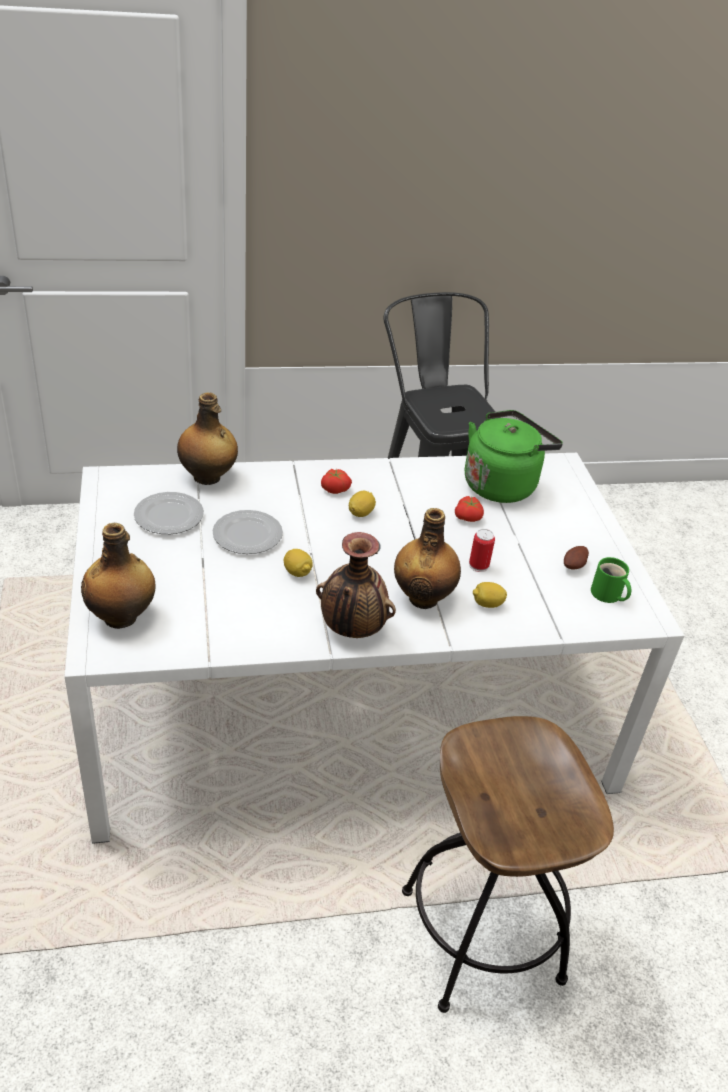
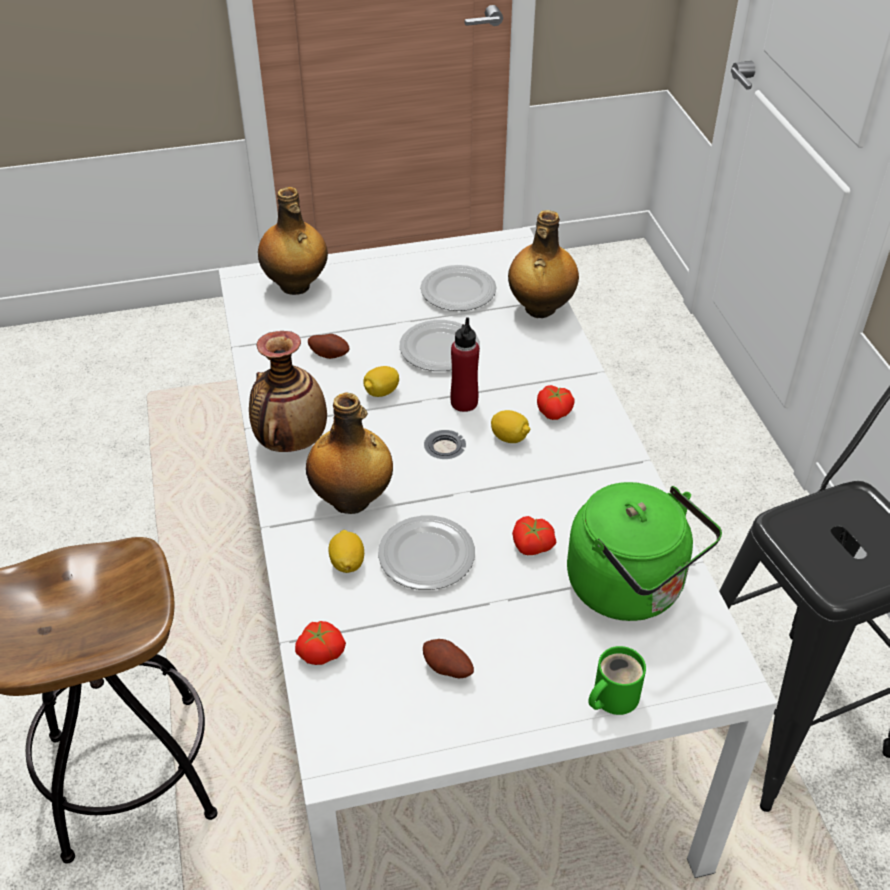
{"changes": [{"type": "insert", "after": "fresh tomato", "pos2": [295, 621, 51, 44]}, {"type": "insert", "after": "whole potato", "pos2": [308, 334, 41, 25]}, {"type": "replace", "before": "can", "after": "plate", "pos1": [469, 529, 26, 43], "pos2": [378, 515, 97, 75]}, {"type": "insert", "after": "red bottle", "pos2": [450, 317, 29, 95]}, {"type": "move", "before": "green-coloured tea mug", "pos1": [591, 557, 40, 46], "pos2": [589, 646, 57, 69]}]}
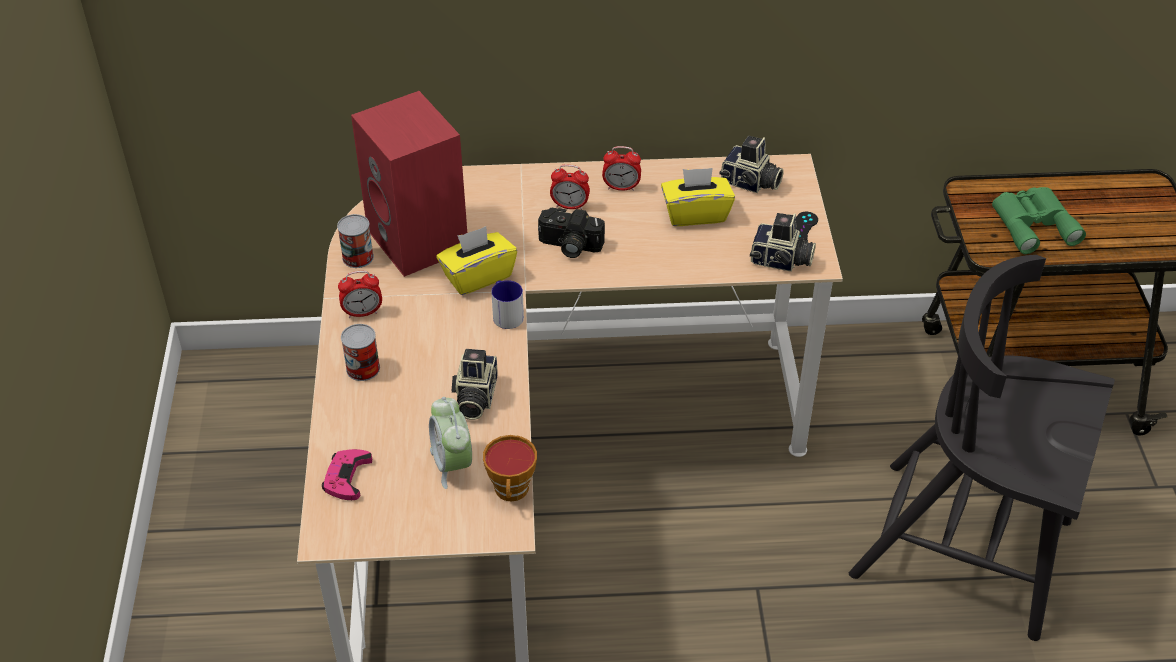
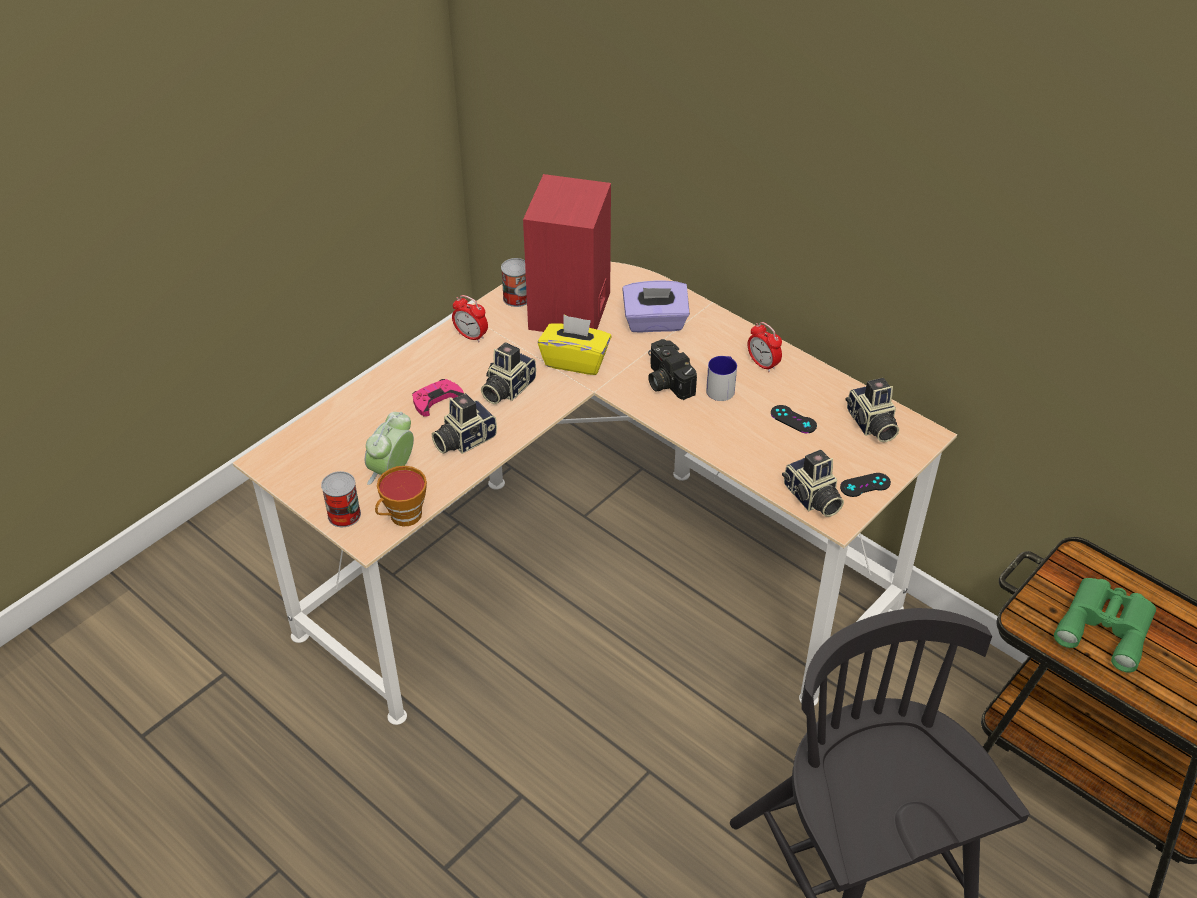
{"changes": [{"type": "move", "before": "can", "pos1": [341, 324, 39, 57], "pos2": [321, 471, 40, 56]}, {"type": "move", "before": "pinkish gamepad", "pos1": [322, 449, 50, 51], "pos2": [412, 379, 52, 38]}, {"type": "insert", "after": "still camera", "pos2": [481, 342, 55, 62]}, {"type": "insert", "after": "purplish box of tissues", "pos2": [622, 280, 68, 53]}, {"type": "move", "before": "tea mug", "pos1": [491, 280, 33, 49], "pos2": [706, 356, 31, 45]}, {"type": "replace", "before": "yellow box of tissues", "after": "blackish gamepad", "pos1": [661, 168, 74, 58], "pos2": [771, 405, 46, 28]}, {"type": "delete", "before": "alarm clock", "pos1": [550, 164, 40, 46]}]}
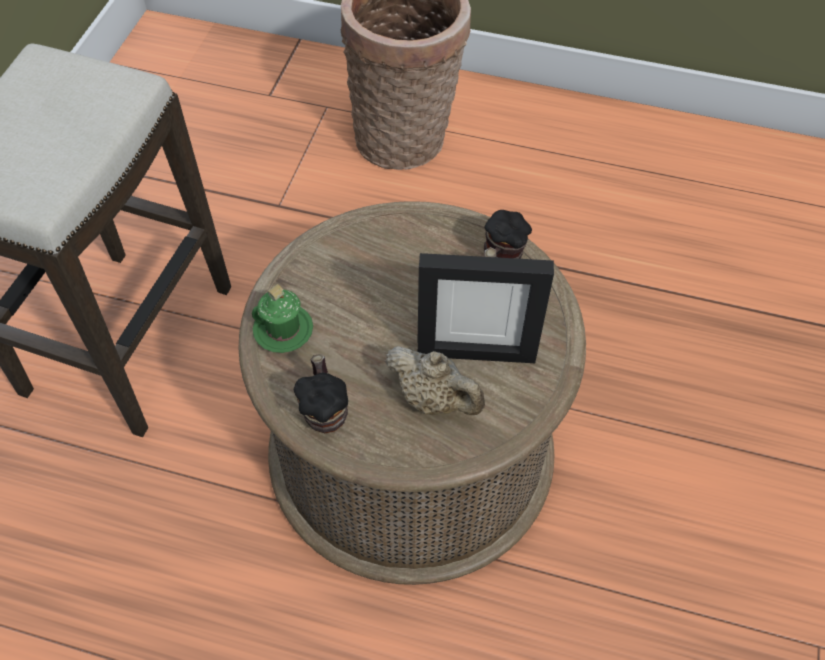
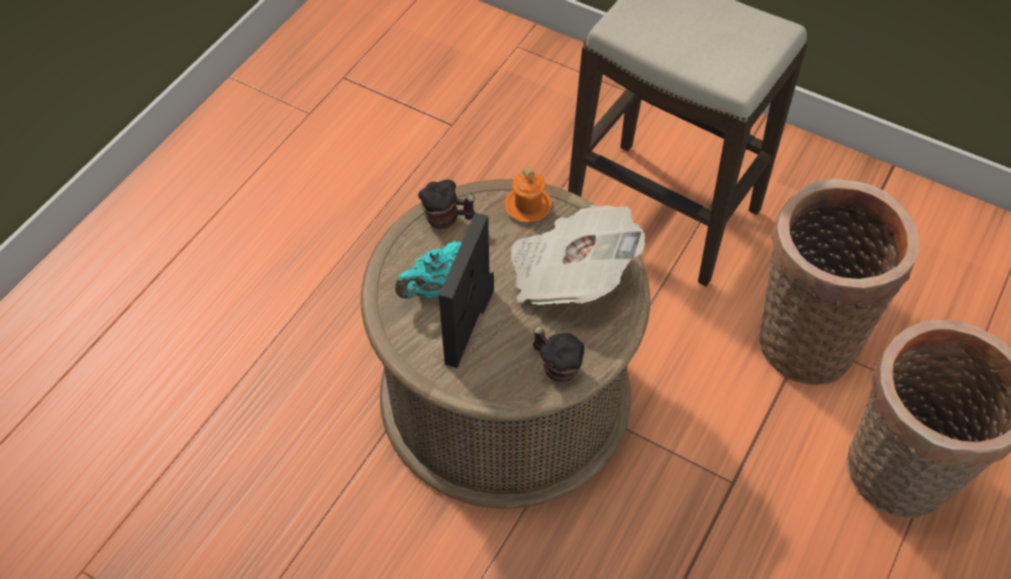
{"changes": [{"type": "recolor", "before": "sand-coloured pot for tea", "after": "turquoise-coloured pot for tea", "pos1": [385, 346, 100, 69], "pos2": [395, 241, 67, 58]}, {"type": "recolor", "before": "green-coloured tea mug", "after": "orange-coloured tea mug", "pos1": [252, 284, 61, 69], "pos2": [505, 166, 47, 56]}, {"type": "insert", "after": "printed paper", "pos2": [511, 205, 134, 100]}, {"type": "insert", "after": "household basket", "pos2": [759, 179, 160, 206]}]}
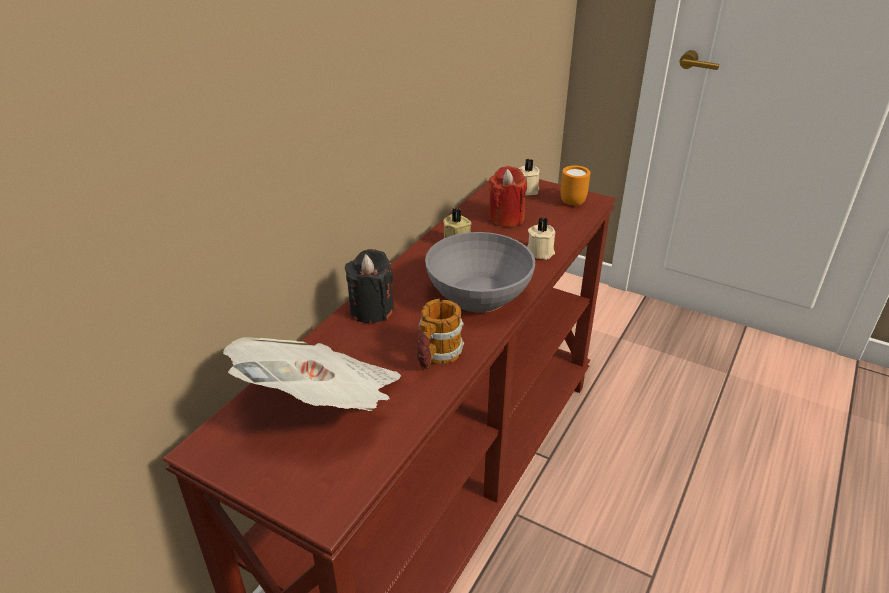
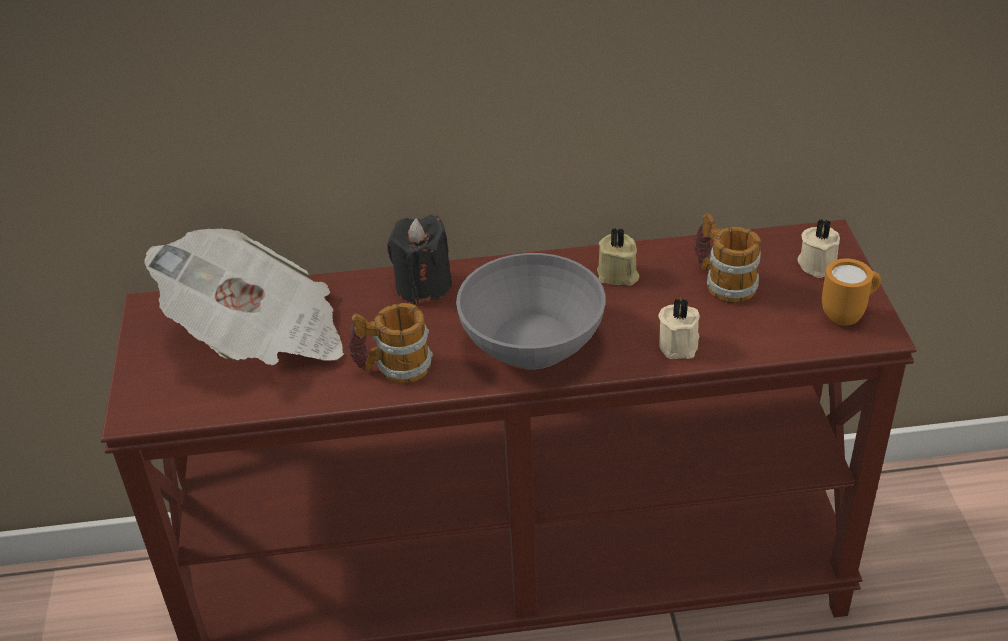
{"changes": [{"type": "replace", "before": "red wax candle", "after": "tea mug", "pos1": [489, 166, 38, 61], "pos2": [694, 213, 67, 90]}]}
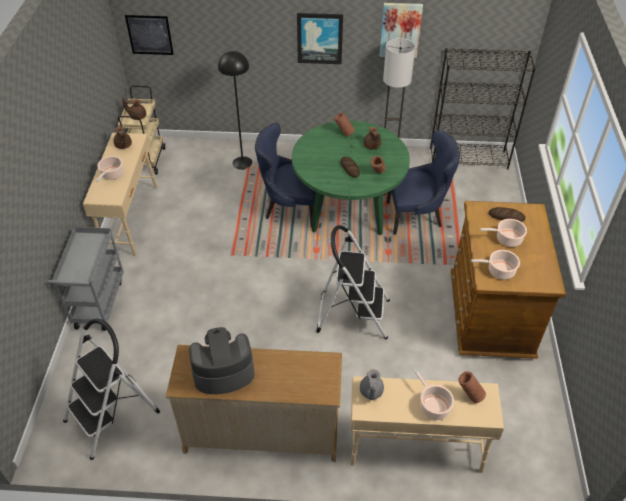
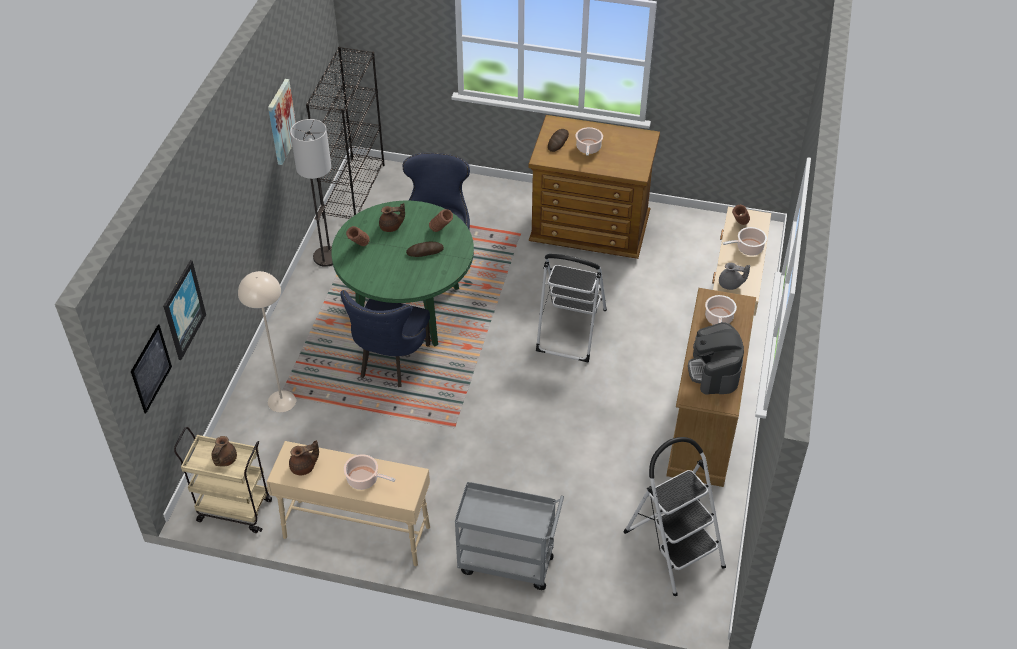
{"changes": [{"type": "move", "before": "wall art", "pos1": [297, 13, 46, 51], "pos2": [163, 260, 43, 100]}, {"type": "recolor", "before": "blackish floor lamp", "after": "sand-coloured floor lamp", "pos1": [218, 51, 34, 119], "pos2": [238, 271, 59, 141]}, {"type": "move", "before": "stockpot", "pos1": [471, 250, 49, 30], "pos2": [705, 295, 32, 30]}]}
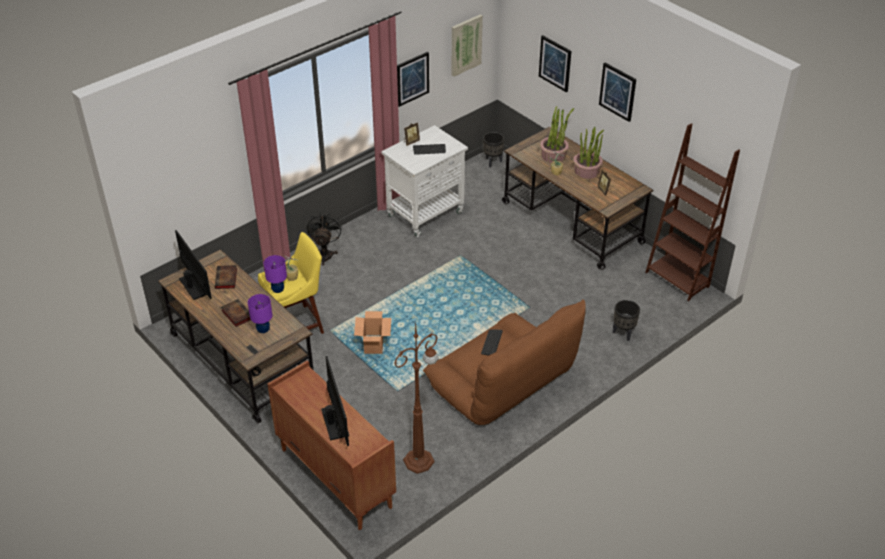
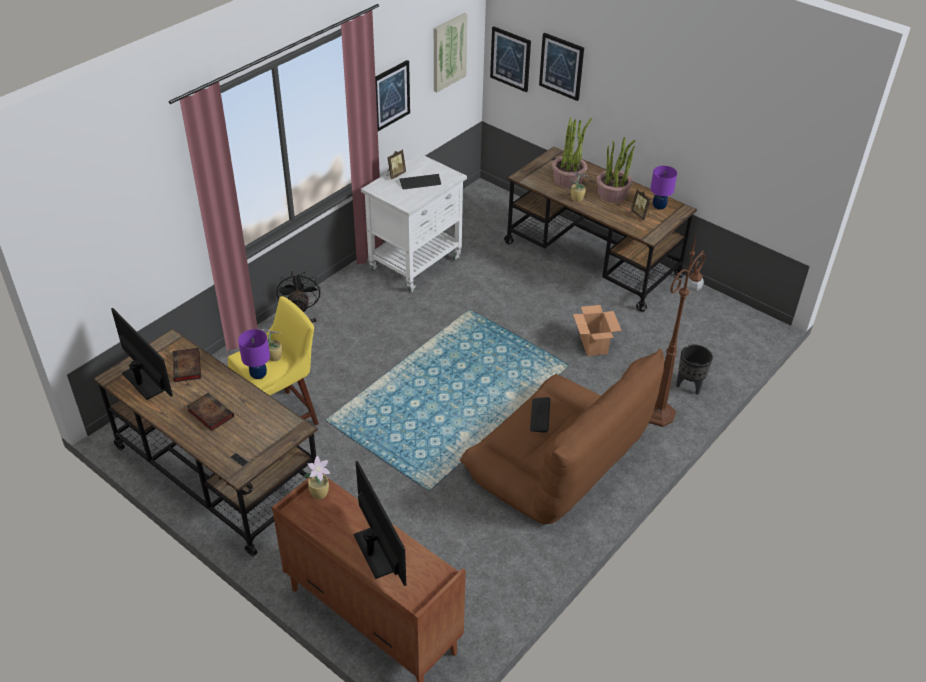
{"changes": [{"type": "insert", "after": "houseplant", "pos2": [303, 456, 27, 43]}, {"type": "move", "before": "wall art", "pos1": [599, 62, 37, 60], "pos2": [490, 26, 41, 66]}, {"type": "move", "before": "packing box", "pos1": [354, 311, 37, 43], "pos2": [573, 305, 49, 51]}, {"type": "move", "before": "brownish floor lamp", "pos1": [394, 320, 45, 154], "pos2": [649, 233, 56, 194]}, {"type": "move", "before": "purplish table lamp", "pos1": [248, 294, 24, 39], "pos2": [650, 166, 27, 44]}, {"type": "delete", "before": "blackish plant pot", "pos1": [483, 132, 21, 36]}, {"type": "delete", "before": "brownish bookshelf", "pos1": [645, 123, 95, 178]}]}
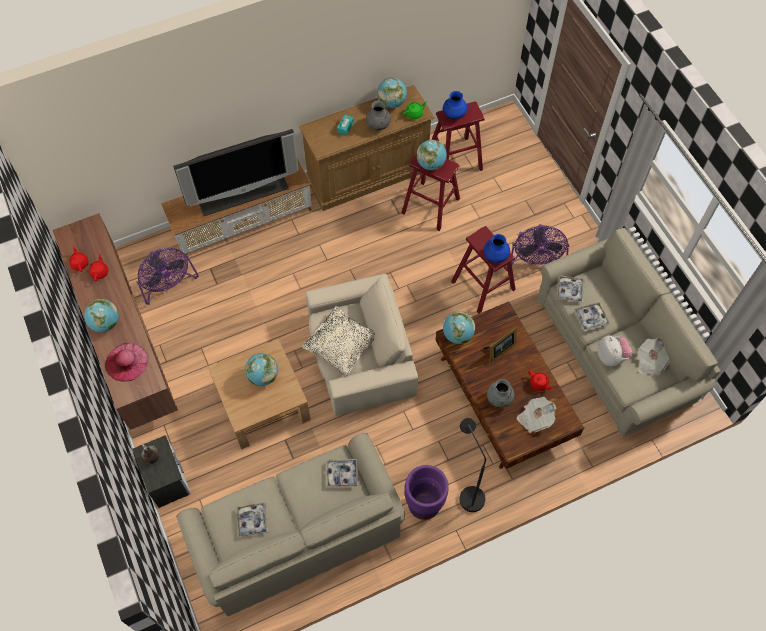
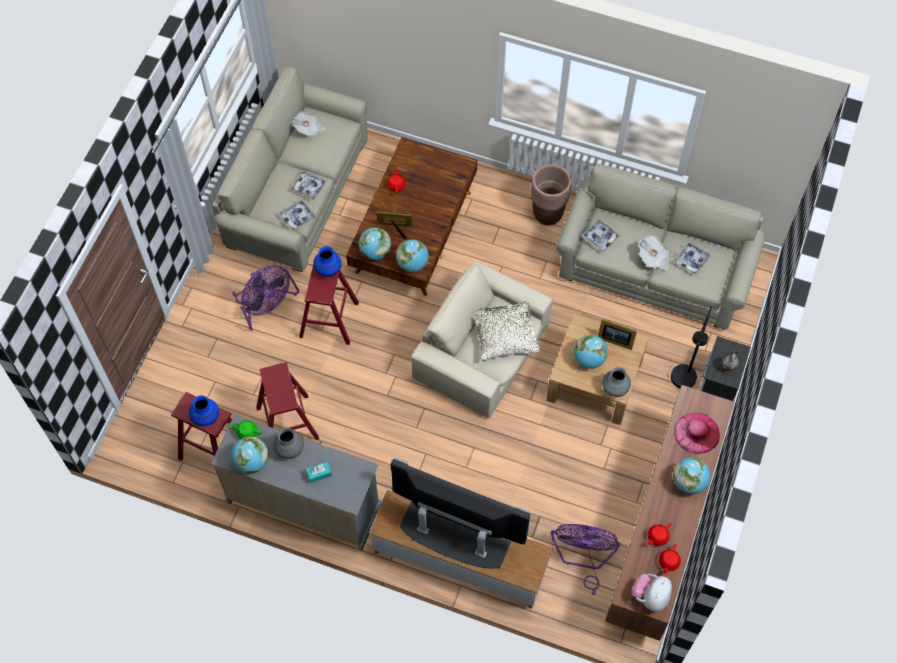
{"changes": [{"type": "recolor", "before": "brownish cupboard", "after": "gray cupboard", "pos1": [299, 85, 136, 126], "pos2": [211, 415, 171, 136]}, {"type": "rotate", "before": "purplish fan", "pos1": [511, 224, 58, 41], "pos2": [232, 265, 67, 66], "turn": 90}, {"type": "move", "before": "world globe", "pos1": [416, 140, 31, 30], "pos2": [359, 227, 32, 33]}, {"type": "recolor", "before": "purplish plant pot", "after": "brownish plant pot", "pos1": [405, 465, 44, 55], "pos2": [531, 164, 41, 61]}, {"type": "insert", "after": "photo frame", "pos2": [598, 319, 39, 31]}, {"type": "move", "before": "gray decorative vase", "pos1": [487, 379, 28, 29], "pos2": [602, 367, 29, 30]}, {"type": "move", "before": "soft toy", "pos1": [598, 336, 34, 31], "pos2": [632, 573, 40, 39]}, {"type": "move", "before": "printed paper", "pos1": [517, 397, 39, 36], "pos2": [639, 236, 31, 34]}, {"type": "move", "before": "blackish floor lamp", "pos1": [459, 418, 27, 94], "pos2": [671, 306, 41, 82]}]}
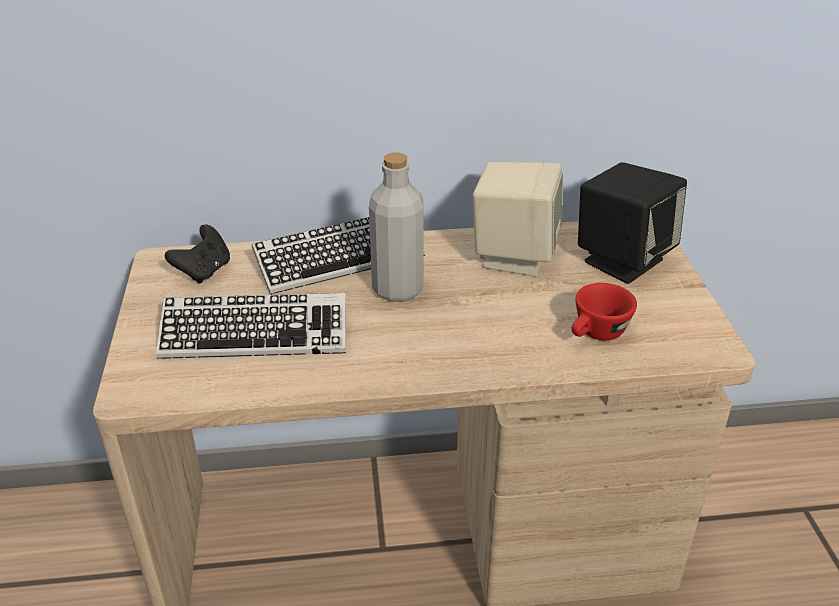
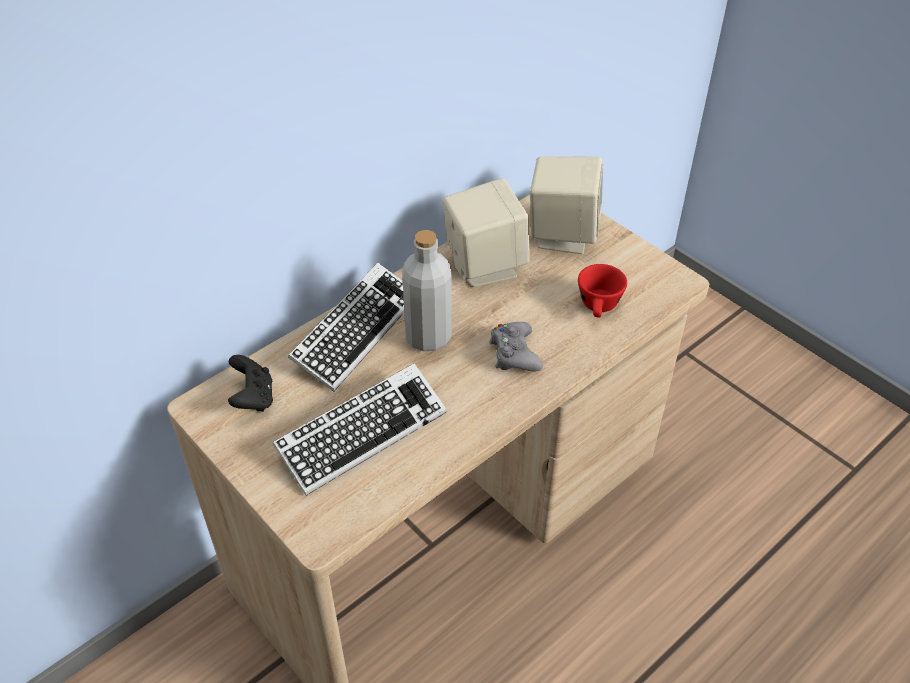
{"changes": [{"type": "insert", "after": "gray gamepad", "pos2": [489, 322, 54, 49]}, {"type": "recolor", "before": "blackish loudspeaker", "after": "sand-coloured loudspeaker", "pos1": [578, 162, 109, 122], "pos2": [530, 156, 73, 98]}]}
